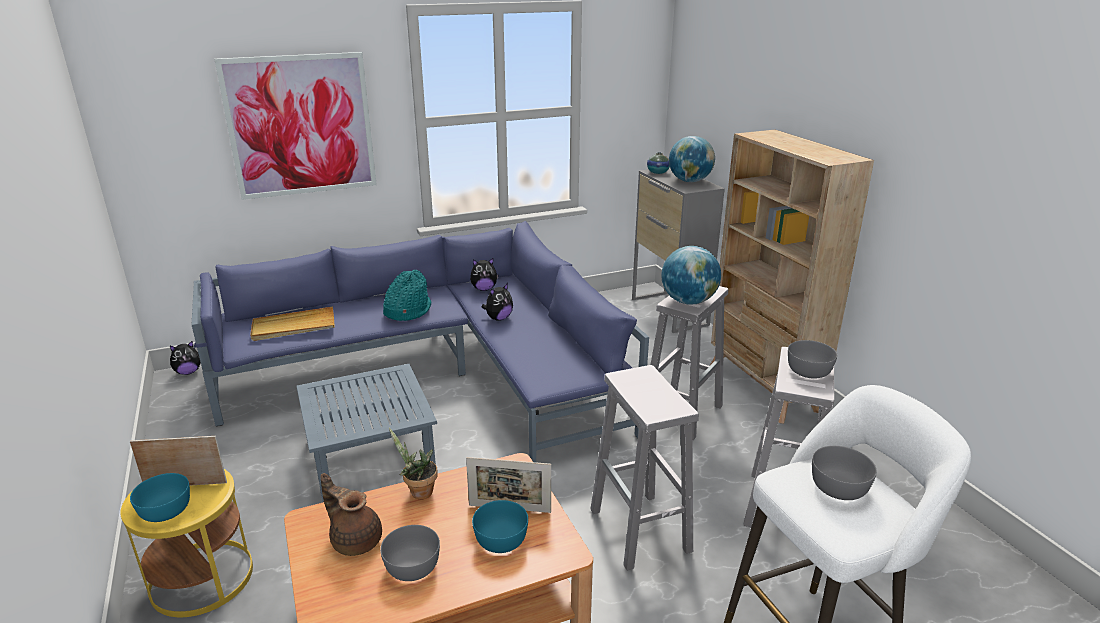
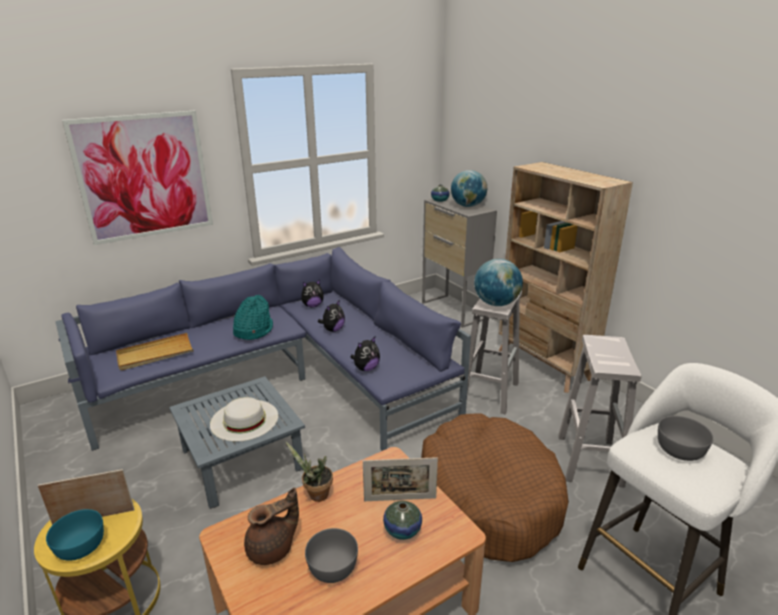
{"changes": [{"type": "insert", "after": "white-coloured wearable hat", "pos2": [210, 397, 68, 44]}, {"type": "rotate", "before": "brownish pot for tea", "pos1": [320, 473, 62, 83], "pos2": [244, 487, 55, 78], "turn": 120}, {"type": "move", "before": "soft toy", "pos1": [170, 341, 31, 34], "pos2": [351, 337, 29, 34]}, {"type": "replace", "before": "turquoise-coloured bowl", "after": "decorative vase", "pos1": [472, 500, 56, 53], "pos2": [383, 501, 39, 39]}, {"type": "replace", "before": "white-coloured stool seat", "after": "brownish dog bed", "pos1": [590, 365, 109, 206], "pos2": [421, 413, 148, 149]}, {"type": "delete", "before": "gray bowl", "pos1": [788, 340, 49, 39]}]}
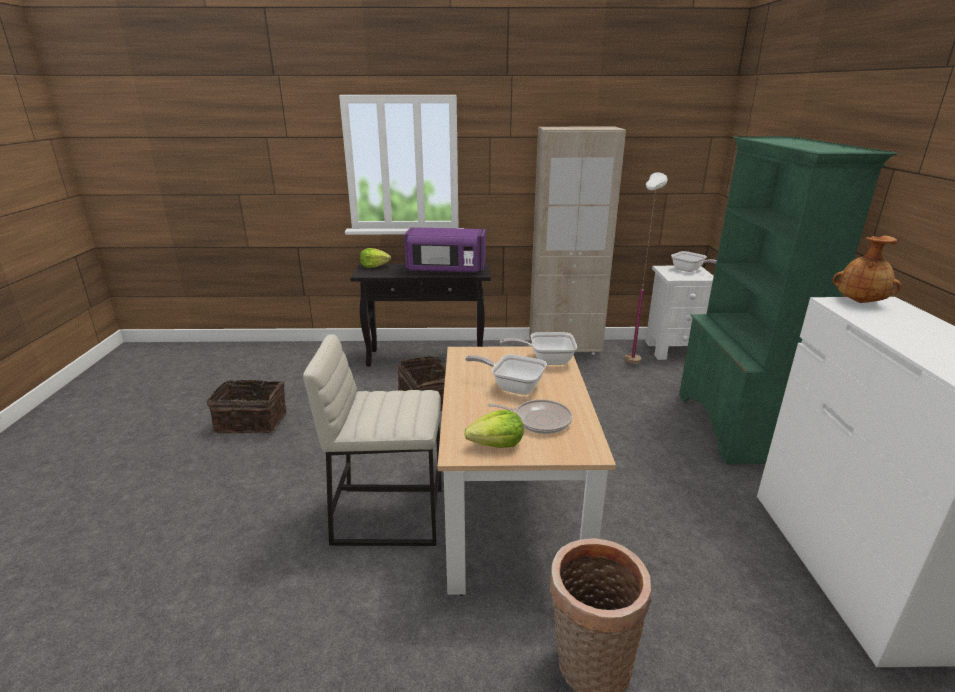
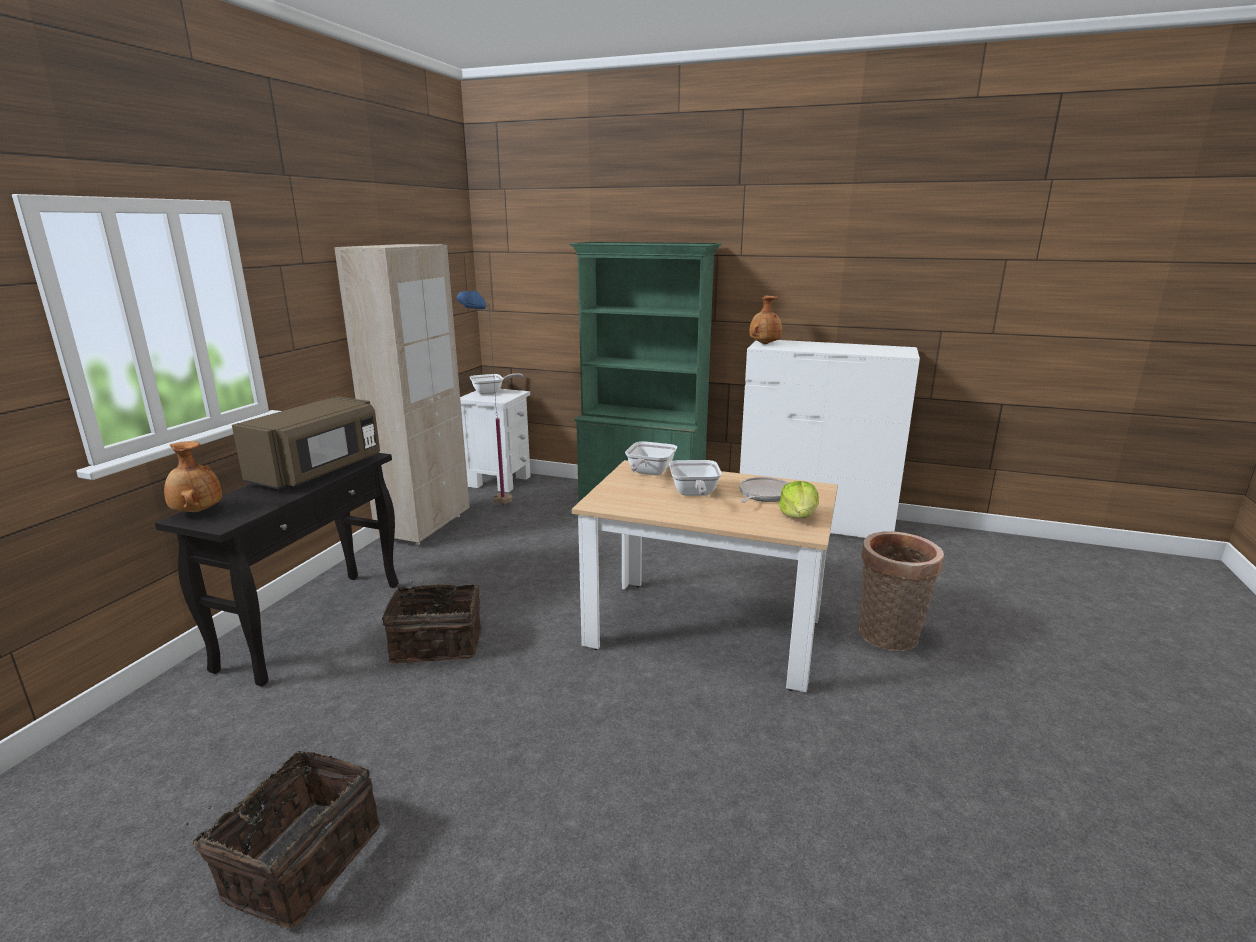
{"changes": [{"type": "replace", "before": "head of lettuce", "after": "brownish decorative vase", "pos1": [360, 248, 31, 20], "pos2": [164, 441, 58, 71]}, {"type": "recolor", "before": "purplish microwave oven", "after": "brownish microwave oven", "pos1": [404, 227, 82, 47], "pos2": [232, 396, 148, 93]}, {"type": "recolor", "before": "white-coloured floor lamp", "after": "blue floor lamp", "pos1": [624, 172, 44, 193], "pos2": [457, 291, 55, 214]}, {"type": "rotate", "before": "frying pan", "pos1": [465, 354, 82, 41], "pos2": [669, 460, 53, 36], "turn": -45}, {"type": "delete", "before": "sand-coloured stool seat", "pos1": [303, 334, 139, 212]}]}
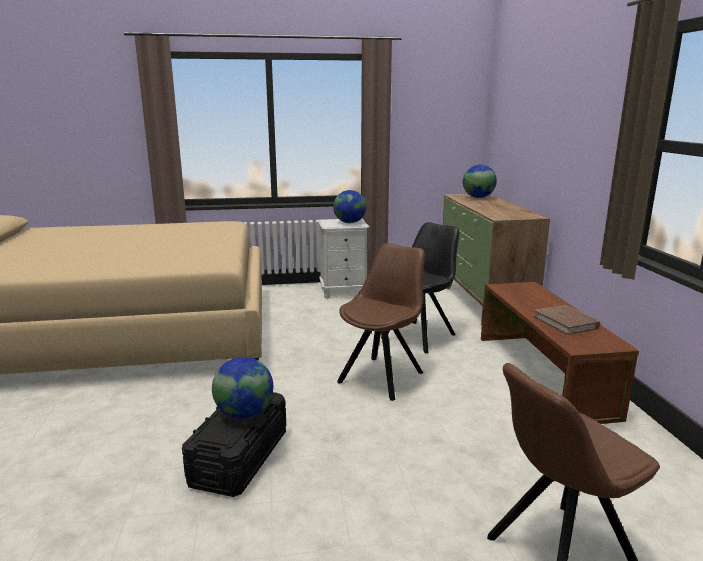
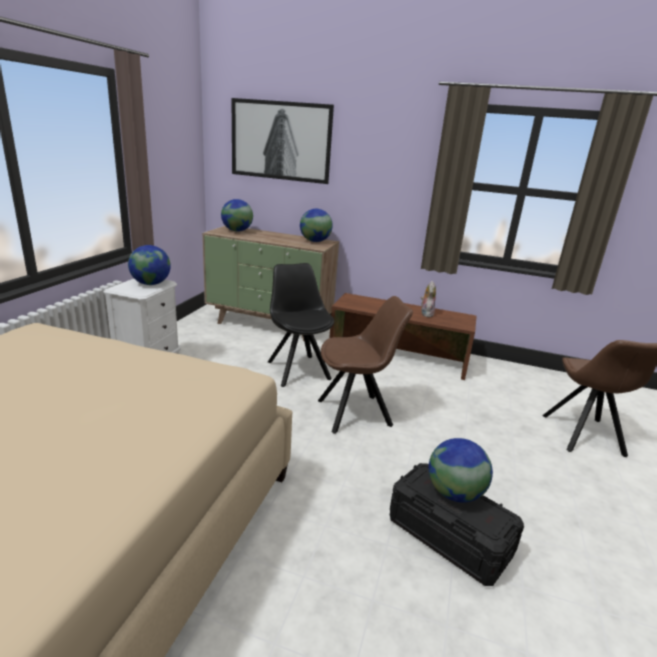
{"changes": [{"type": "insert", "after": "wall art", "pos2": [231, 98, 103, 86]}, {"type": "insert", "after": "world globe", "pos2": [300, 209, 33, 33]}, {"type": "rotate", "before": "brownish chair", "pos1": [337, 243, 88, 158], "pos2": [318, 296, 95, 138], "turn": 105}, {"type": "replace", "before": "brownish volume", "after": "soft toy", "pos1": [534, 305, 66, 30], "pos2": [421, 281, 15, 36]}]}
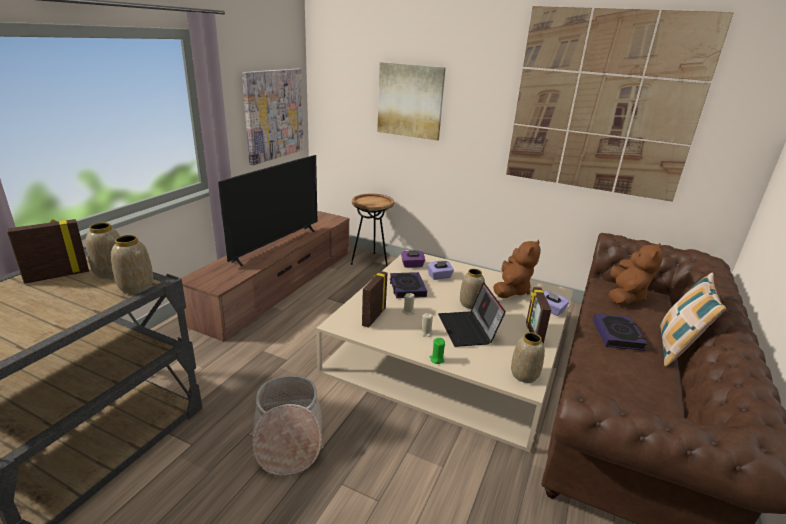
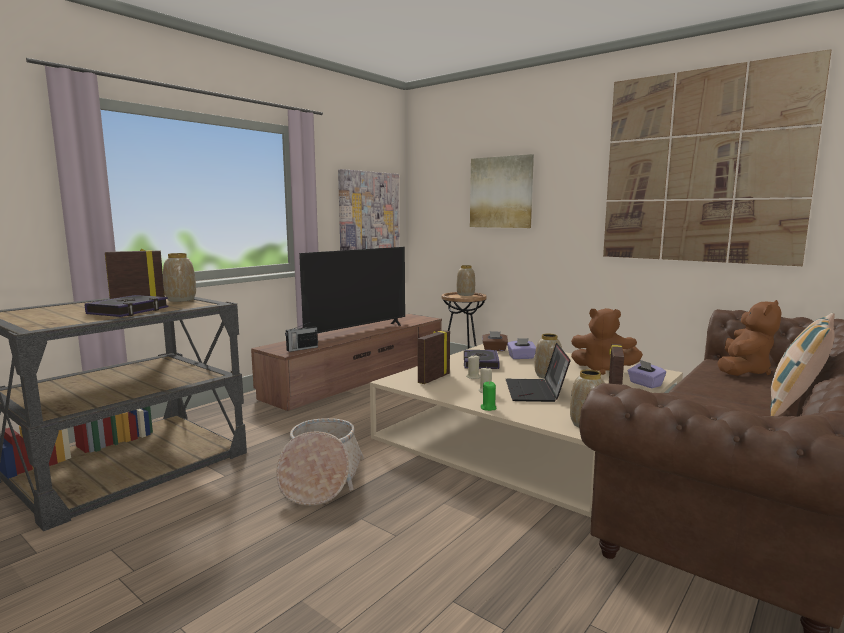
{"changes": [{"type": "move", "before": "volume", "pos1": [593, 314, 55, 37], "pos2": [85, 295, 84, 22]}, {"type": "insert", "after": "radio", "pos2": [285, 322, 33, 30]}, {"type": "move", "before": "decorative vase", "pos1": [111, 235, 42, 59], "pos2": [457, 265, 18, 31]}, {"type": "recolor", "before": "purplish box of tissues", "after": "brownish box of tissues", "pos1": [401, 250, 24, 18], "pos2": [482, 331, 26, 20]}, {"type": "rotate", "before": "brownish soft toy", "pos1": [493, 240, 48, 58], "pos2": [571, 308, 72, 67], "turn": 75}]}
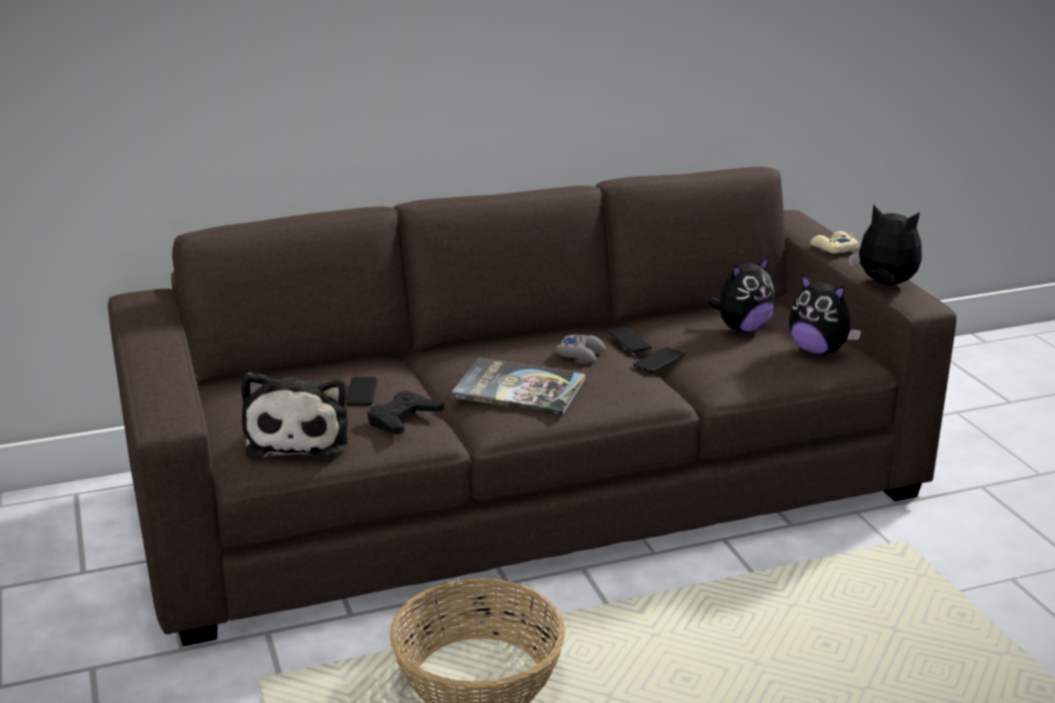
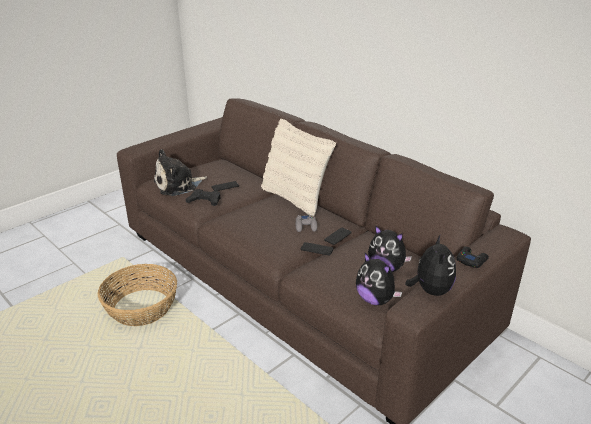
{"changes": [{"type": "insert", "after": "sand-coloured cushion", "pos2": [261, 119, 75, 97]}, {"type": "rotate", "before": "soft toy", "pos1": [789, 273, 72, 82], "pos2": [356, 253, 46, 52], "turn": -60}, {"type": "recolor", "before": "sand-coloured gamepad", "after": "blackish gamepad", "pos1": [810, 231, 48, 23], "pos2": [457, 247, 32, 21]}, {"type": "delete", "before": "volume", "pos1": [451, 358, 135, 58]}]}
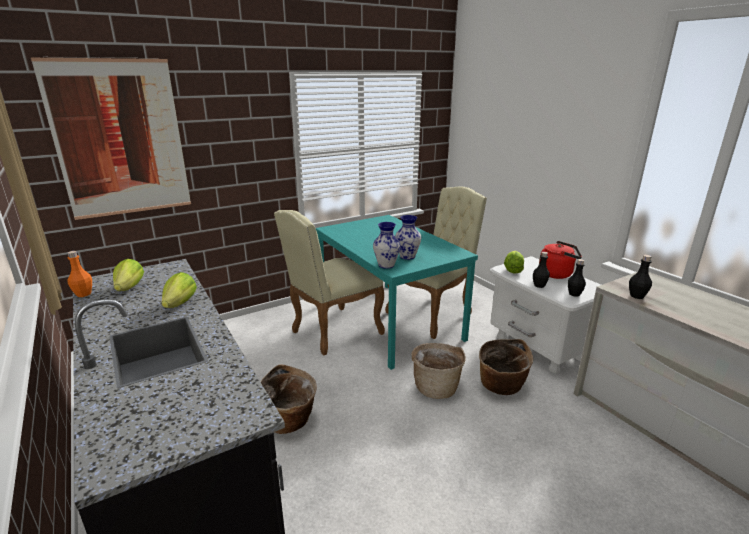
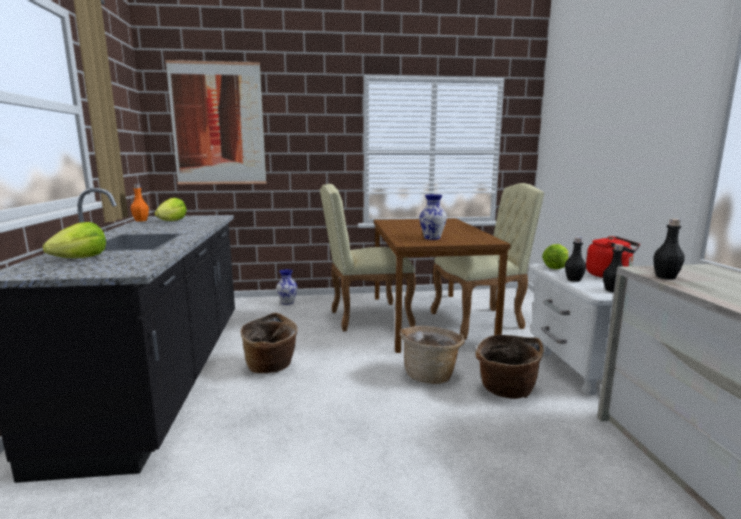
{"changes": [{"type": "move", "before": "head of lettuce", "pos1": [161, 272, 36, 36], "pos2": [43, 222, 63, 36]}, {"type": "move", "before": "decorative vase", "pos1": [373, 222, 28, 47], "pos2": [276, 269, 21, 36]}, {"type": "recolor", "before": "turquoise-coloured dining table", "after": "brownish dining table", "pos1": [316, 215, 162, 155], "pos2": [374, 218, 137, 135]}]}
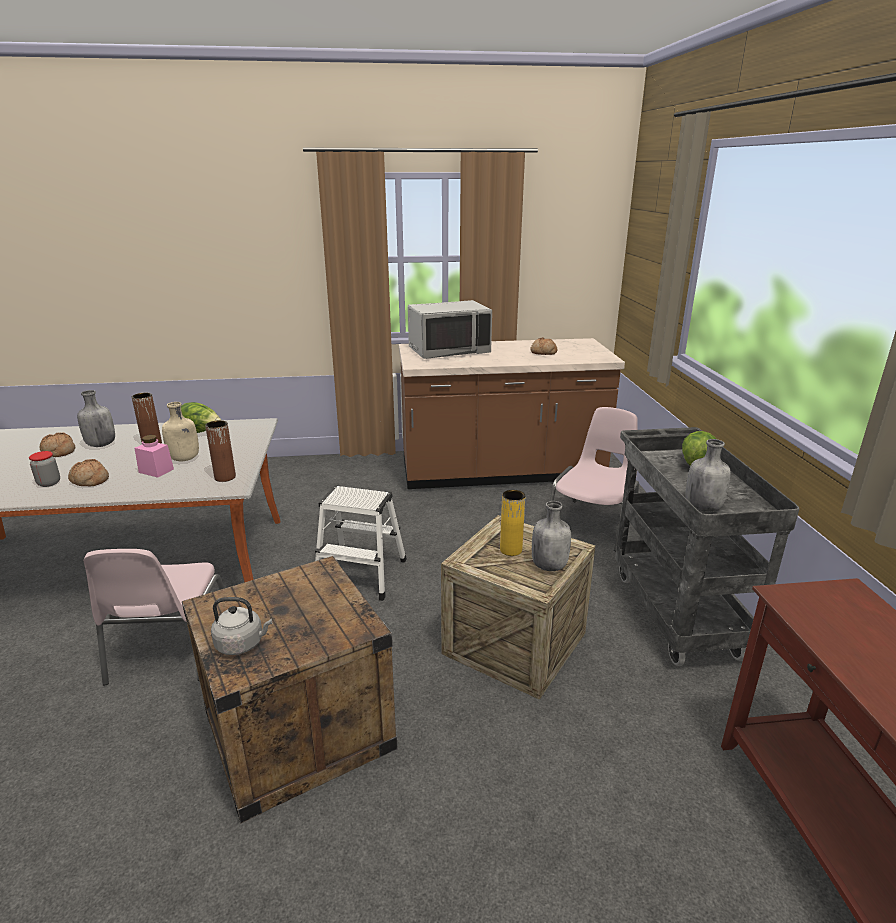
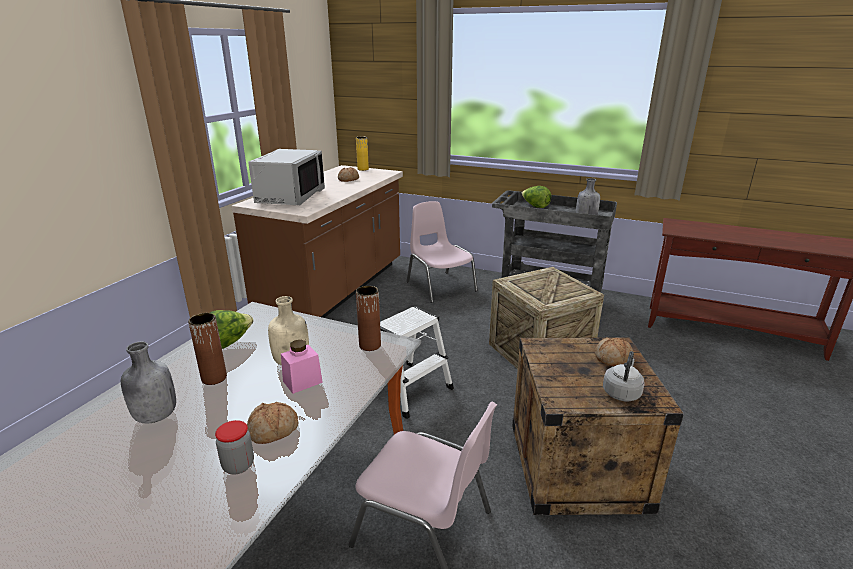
{"changes": [{"type": "move", "before": "yellow decorative vase", "pos1": [500, 490, 25, 66], "pos2": [356, 137, 13, 34]}, {"type": "move", "before": "baked bread", "pos1": [39, 433, 36, 24], "pos2": [595, 337, 38, 29]}, {"type": "delete", "before": "gray bottle", "pos1": [532, 501, 39, 70]}]}
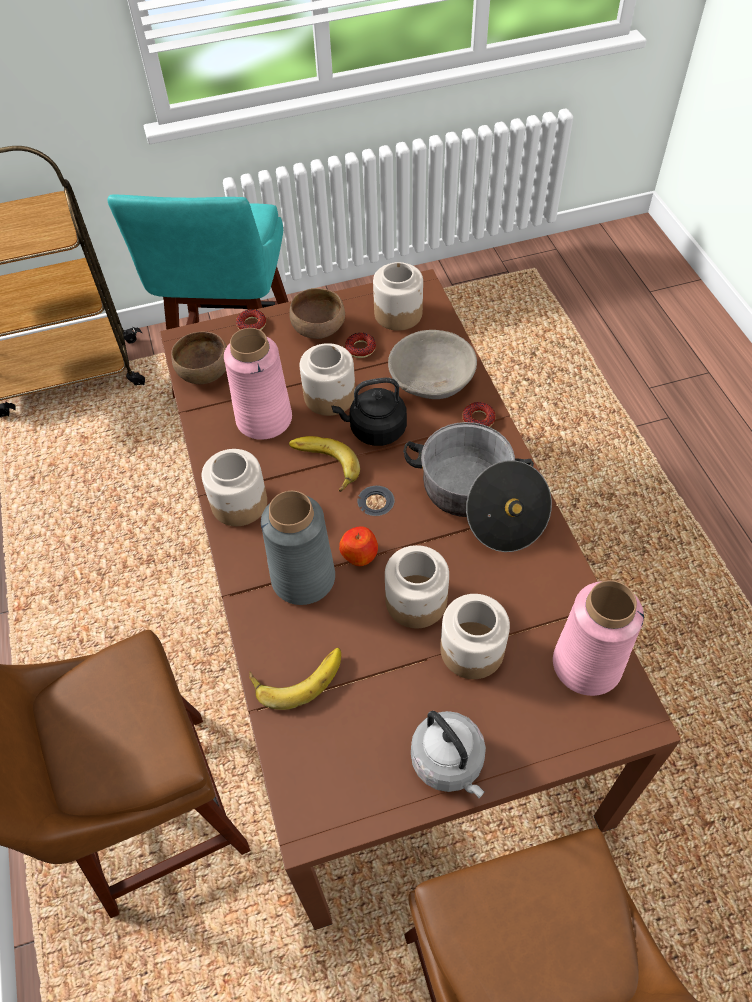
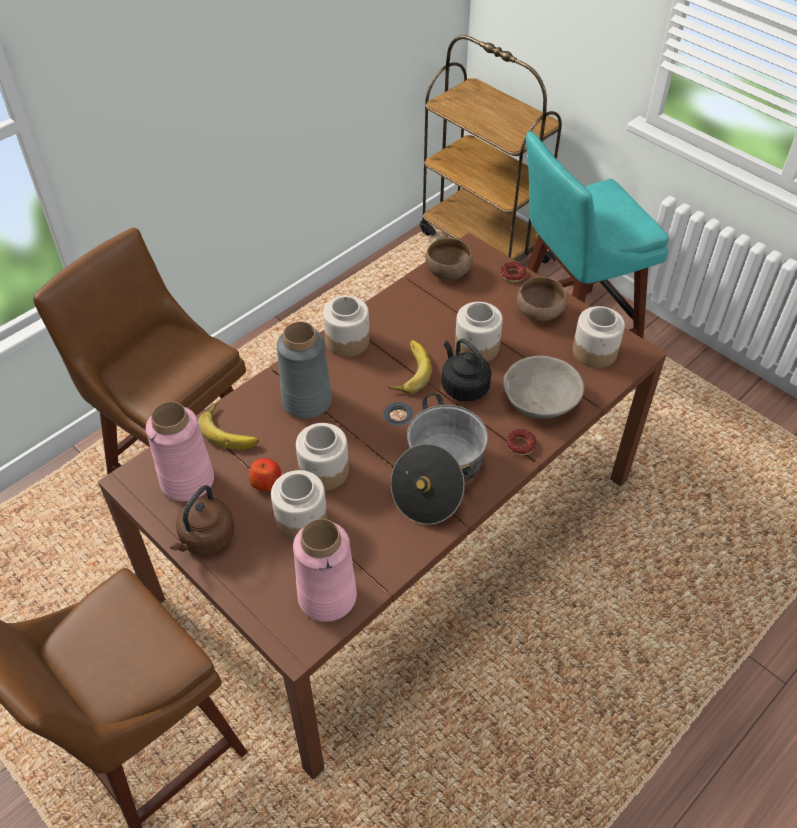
{"changes": [{"type": "move", "before": "pinkish decorative vase", "pos1": [224, 328, 68, 112], "pos2": [146, 401, 68, 100]}, {"type": "recolor", "before": "gray kettle", "after": "brownish kettle", "pos1": [411, 711, 75, 87], "pos2": [170, 485, 65, 70]}, {"type": "move", "before": "whole apple", "pos1": [339, 526, 39, 40], "pos2": [249, 458, 32, 33]}, {"type": "delete", "before": "donut", "pos1": [345, 333, 31, 25]}]}
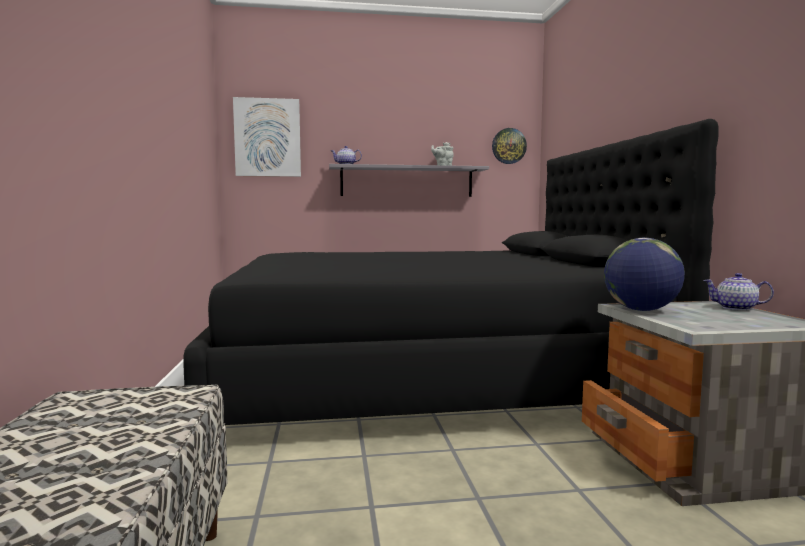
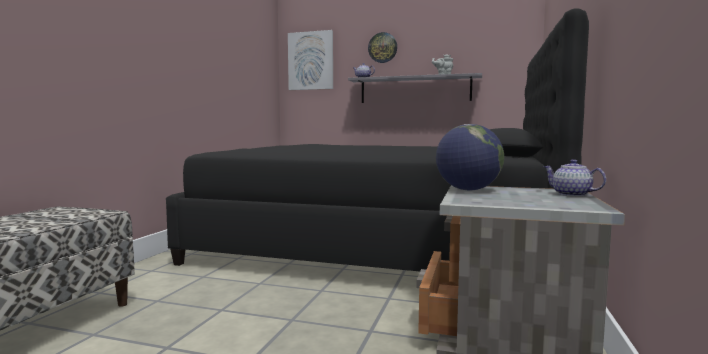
{"changes": [{"type": "move", "before": "clock on the wall", "pos1": [492, 128, 35, 36], "pos2": [368, 32, 29, 31]}]}
